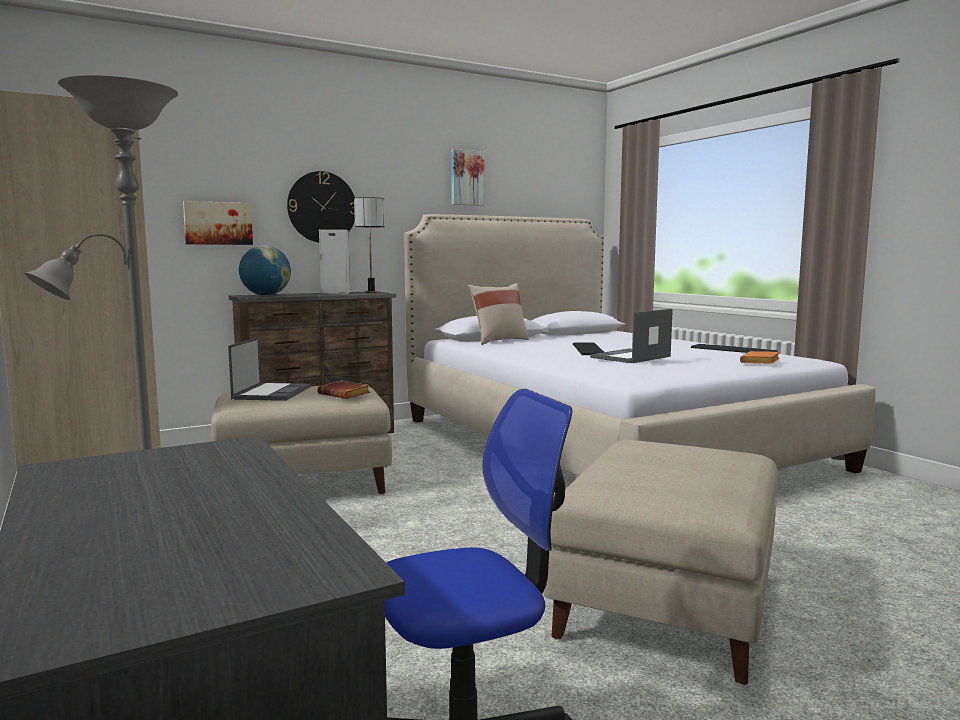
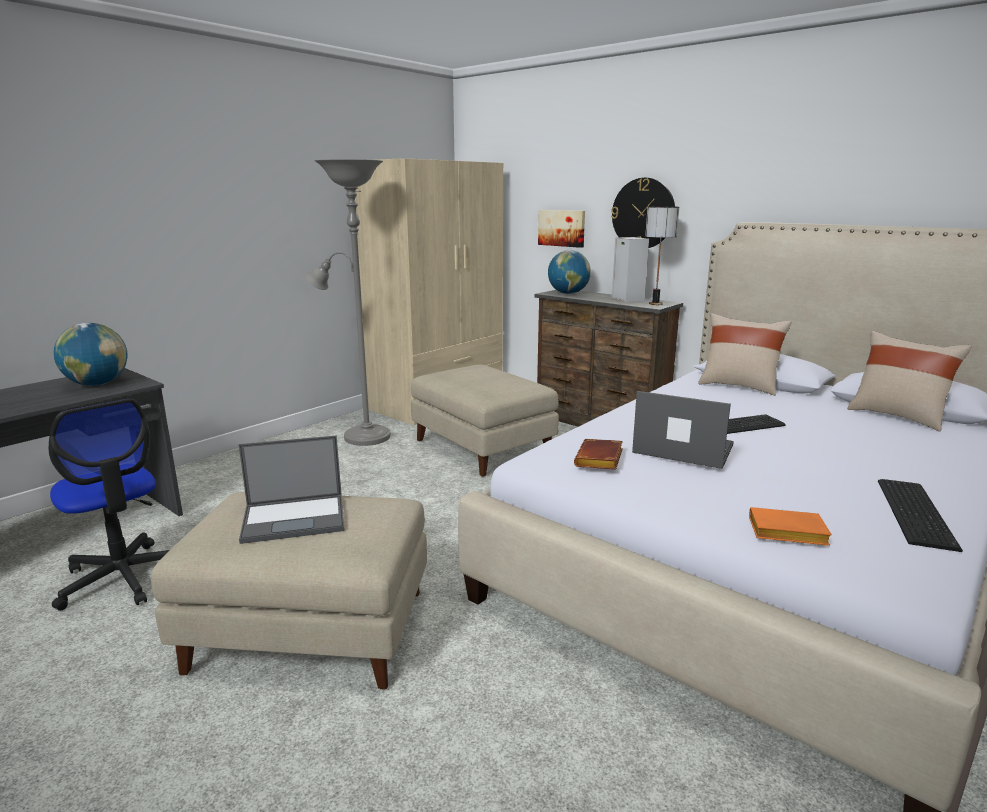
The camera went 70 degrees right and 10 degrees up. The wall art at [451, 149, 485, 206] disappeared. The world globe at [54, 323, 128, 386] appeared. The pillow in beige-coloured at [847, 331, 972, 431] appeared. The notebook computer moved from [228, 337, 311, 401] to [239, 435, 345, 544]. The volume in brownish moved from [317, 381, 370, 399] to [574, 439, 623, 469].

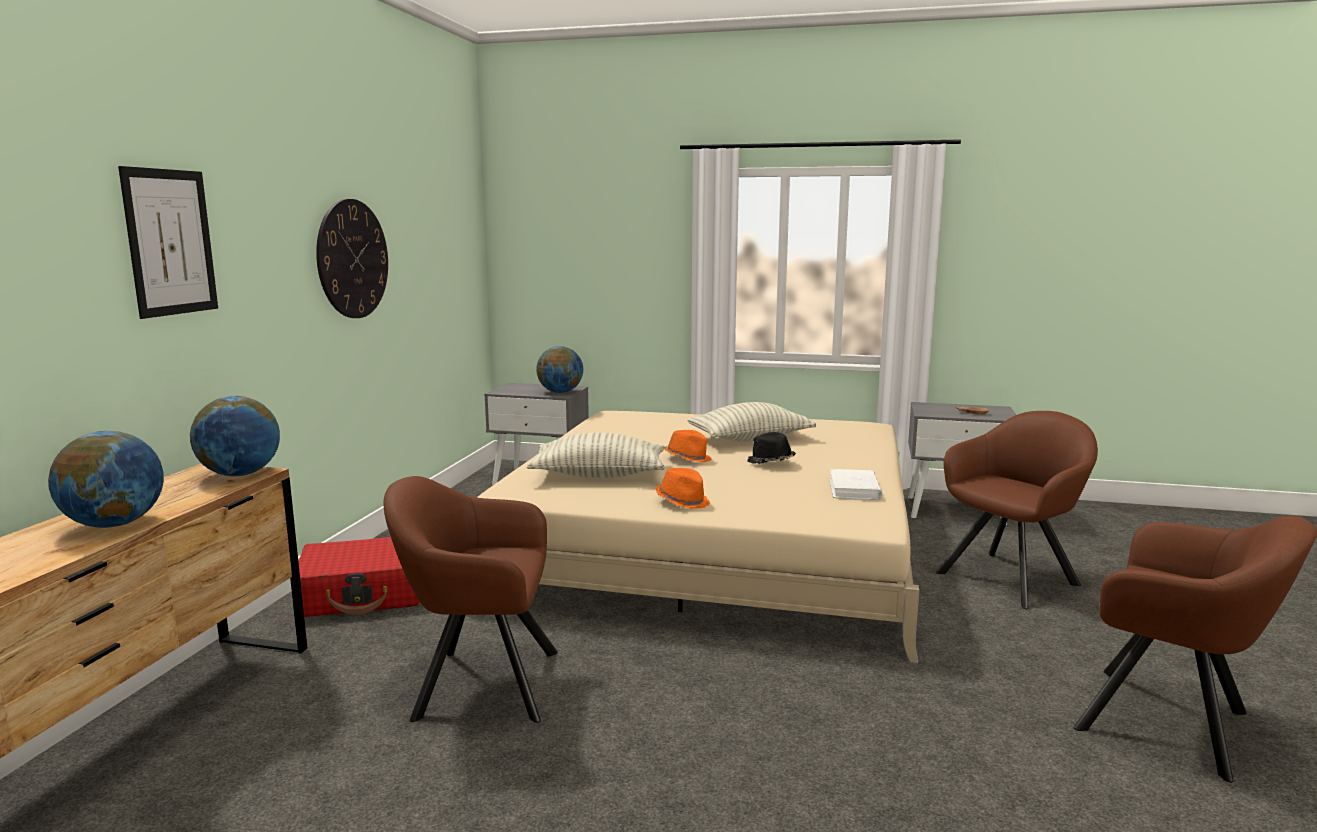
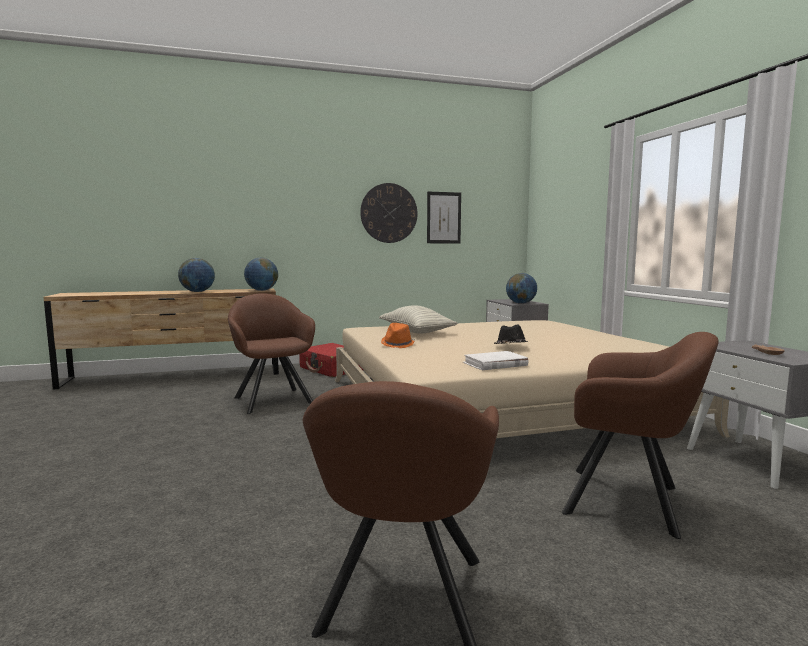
The camera went 60 degrees right and 5 degrees down. The wearable hat in orange-coloured at [664, 430, 712, 462] disappeared. The pillow at [687, 402, 816, 442] disappeared. The wall art moved from [118, 166, 218, 319] to [427, 192, 461, 243].

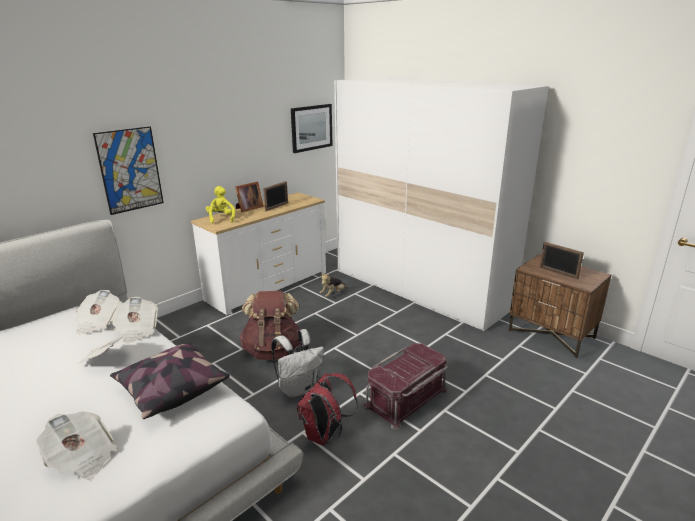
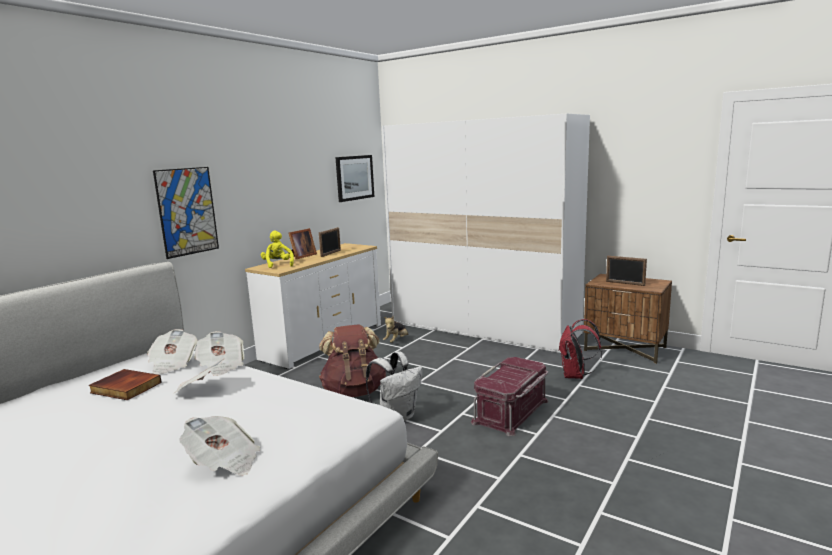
The camera went 10 degrees left and 10 degrees down. The pillow at [110, 342, 230, 419] disappeared. The volume at [89, 369, 162, 400] appeared. The knapsack in reddish moved from [297, 373, 358, 445] to [558, 319, 602, 379].

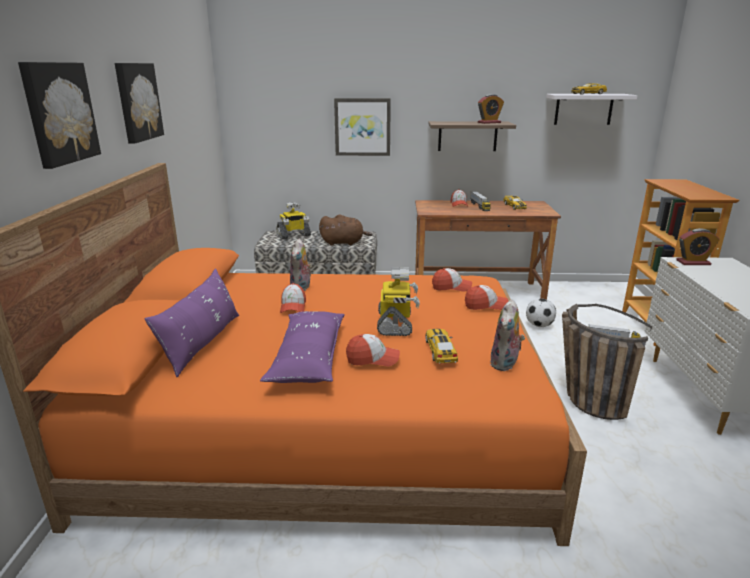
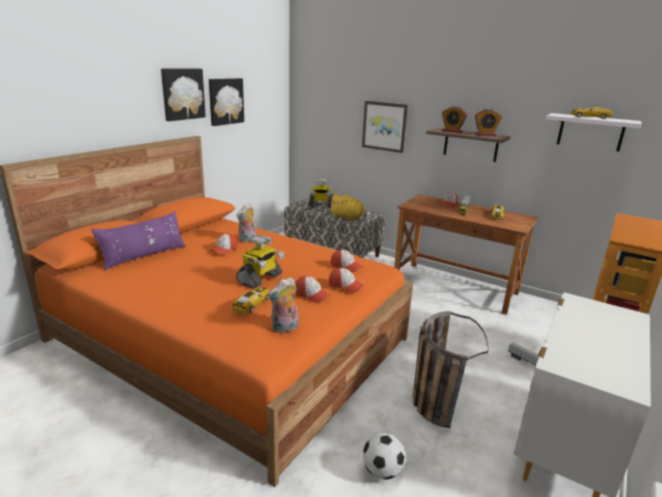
The camera went 30 degrees right and 0 degrees up. The pillow in purple at [260, 311, 345, 383] disappeared. The wall art moved from [18, 62, 101, 169] to [209, 78, 244, 126]. The cap moved from [346, 334, 400, 366] to [295, 276, 330, 303]. The football moved from [526, 298, 556, 327] to [363, 433, 406, 480]. The bedside clock moved from [676, 228, 720, 265] to [442, 106, 468, 133]. The soft toy in brownish at [319, 214, 372, 246] became the soft toy in yellow at [329, 194, 366, 221].

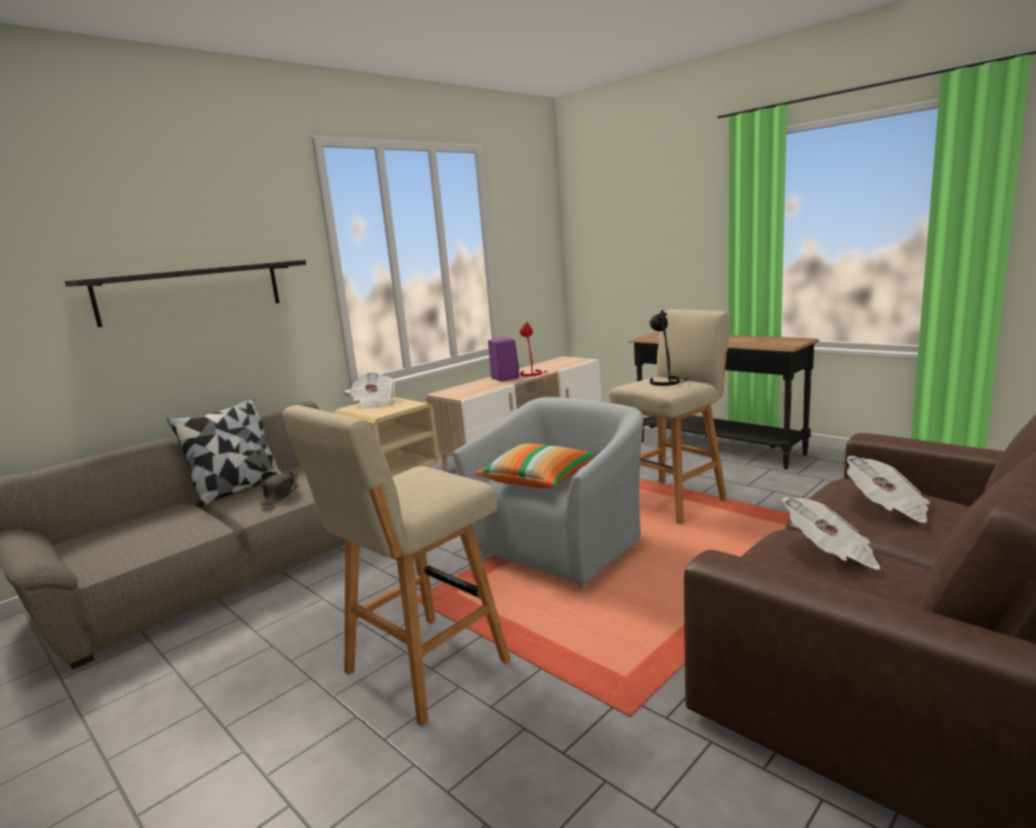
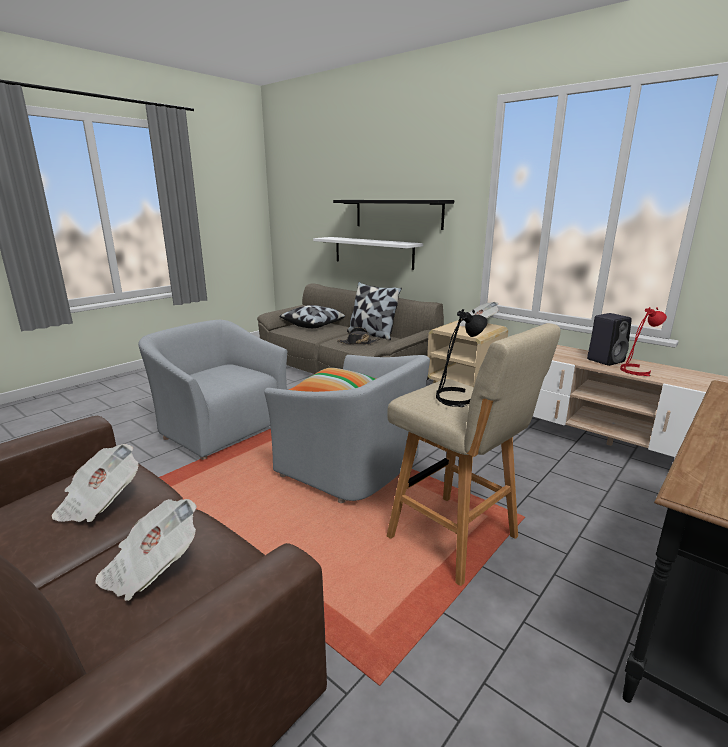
The camera went 85 degrees right and 5 degrees up. The pillow at [279, 305, 345, 328] appeared. The wall shelf in white-coloured at [313, 237, 423, 270] appeared. The sitting stool in beige-coloured at [282, 405, 511, 726] was replaced by the armchair in gray at [138, 319, 287, 460]. The loudspeaker in purple at [488, 337, 519, 381] became the loudspeaker in blackish at [587, 313, 632, 366].

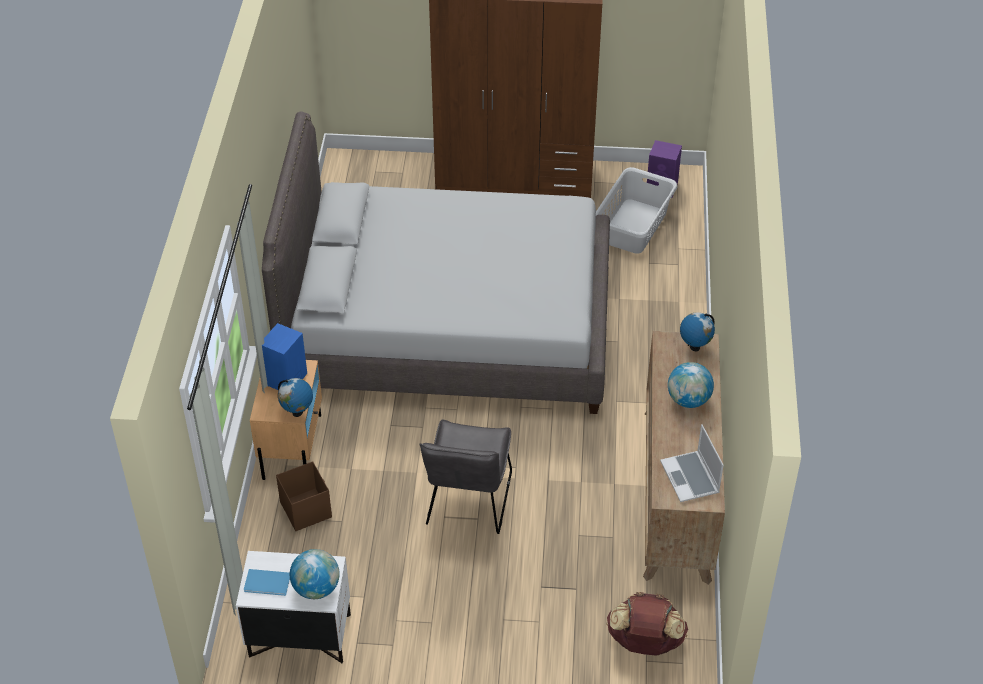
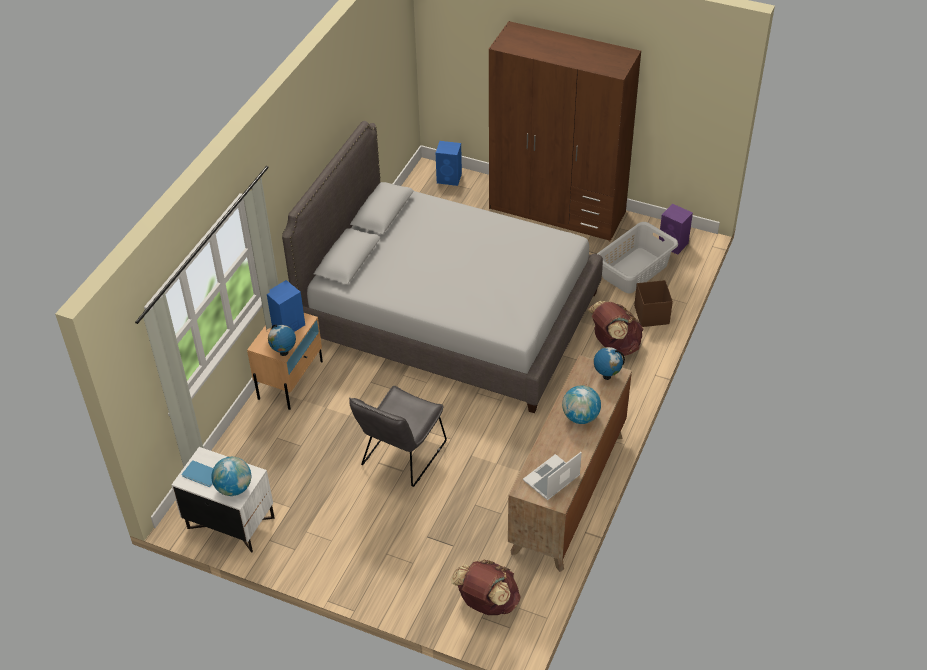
The camera went 20 degrees right and 0 degrees up. The loudspeaker in blue-coloured at [436, 141, 462, 186] appeared. The knapsack in brownish at [587, 301, 644, 356] appeared. The storage box in brownish moved from [276, 461, 332, 531] to [634, 280, 673, 327]. The notebook computer at [660, 424, 724, 502] turned 45 degrees clockwise.

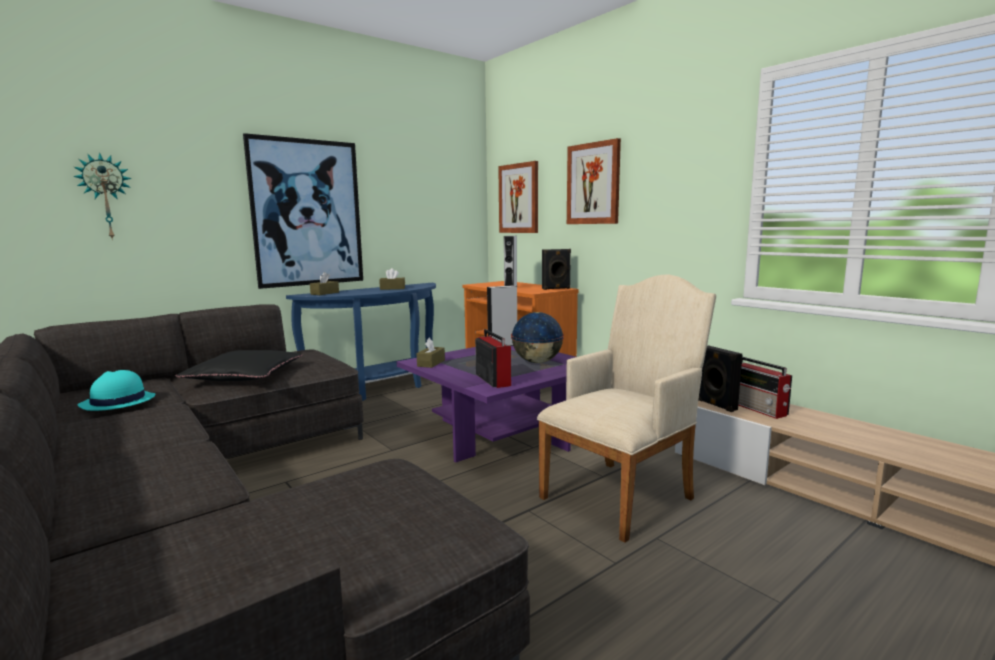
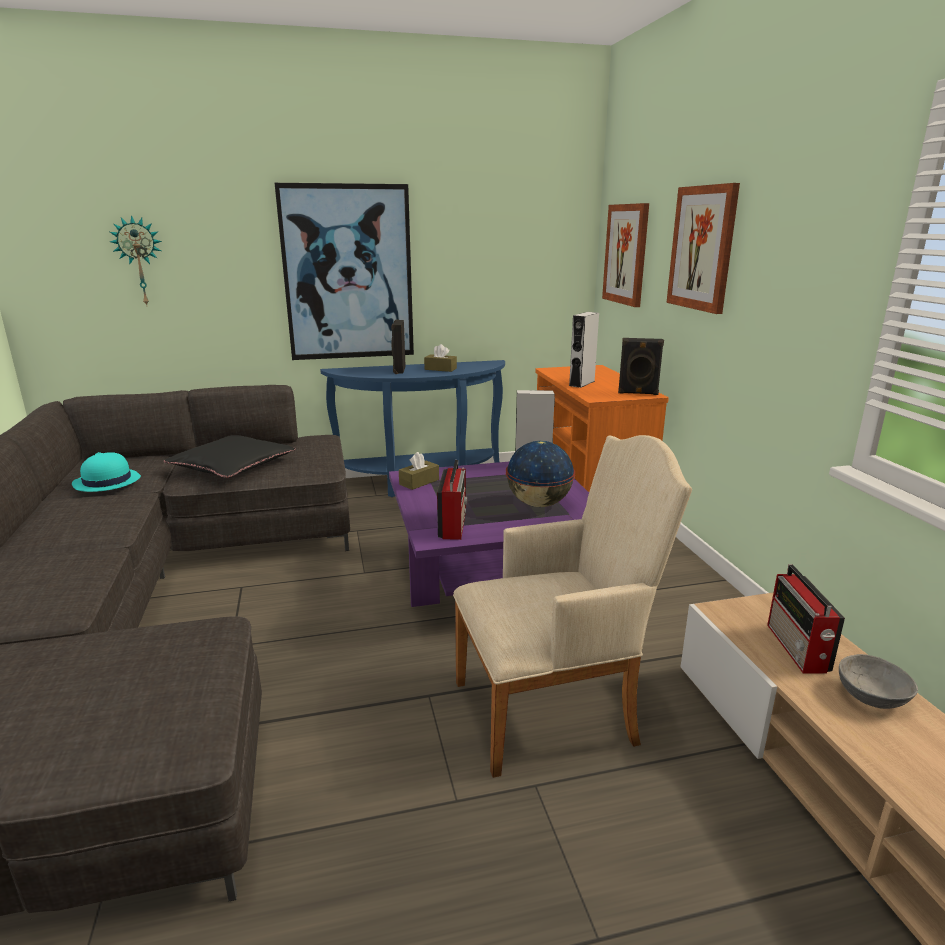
The camera went 25 degrees right and 10 degrees up. The tissue box in brownish at [310, 272, 339, 295] disappeared. The bowl in gray at [839, 654, 918, 709] appeared. The loudspeaker in blackish moved from [698, 346, 742, 412] to [391, 320, 406, 374].

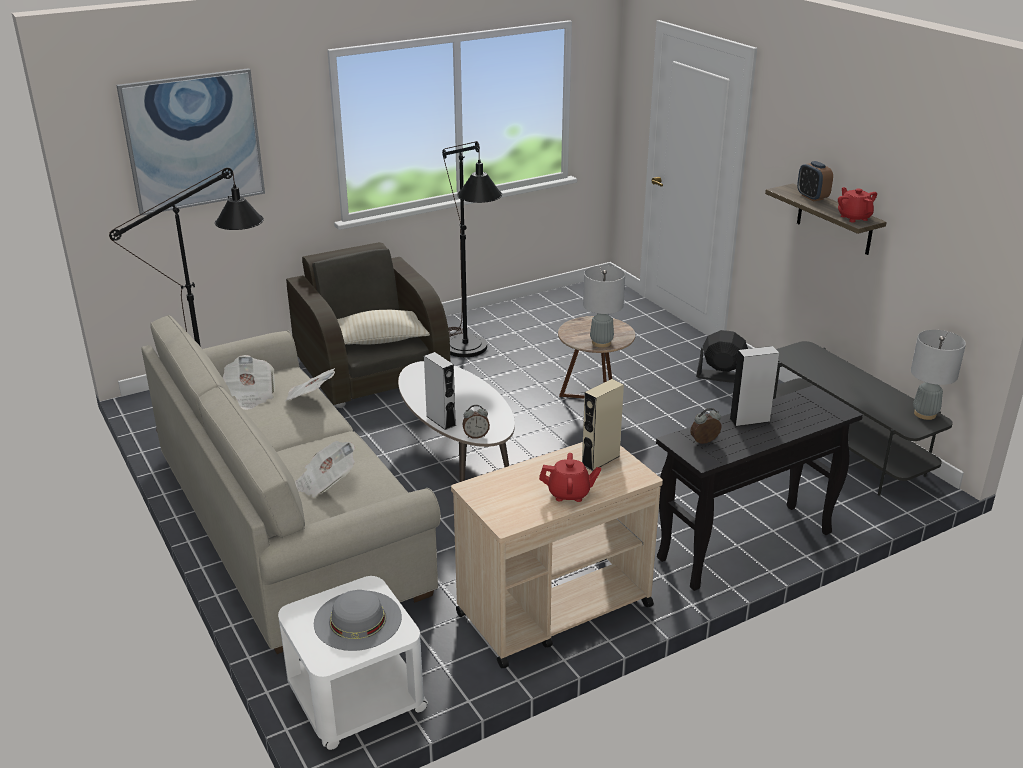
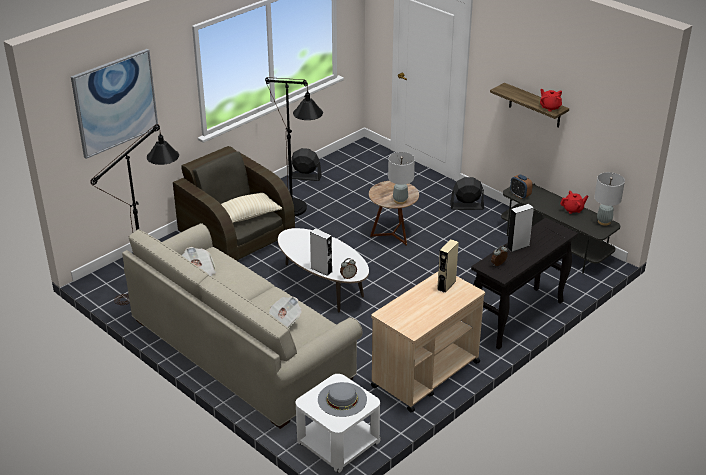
The camera went 15 degrees left and 5 degrees up. The daily paper at [284, 368, 335, 402] disappeared. The fan in blackish at [291, 148, 322, 181] appeared. The pot for tea in reddish moved from [539, 453, 601, 502] to [560, 191, 589, 214]. The bedside clock moved from [797, 161, 833, 201] to [510, 174, 533, 199].

